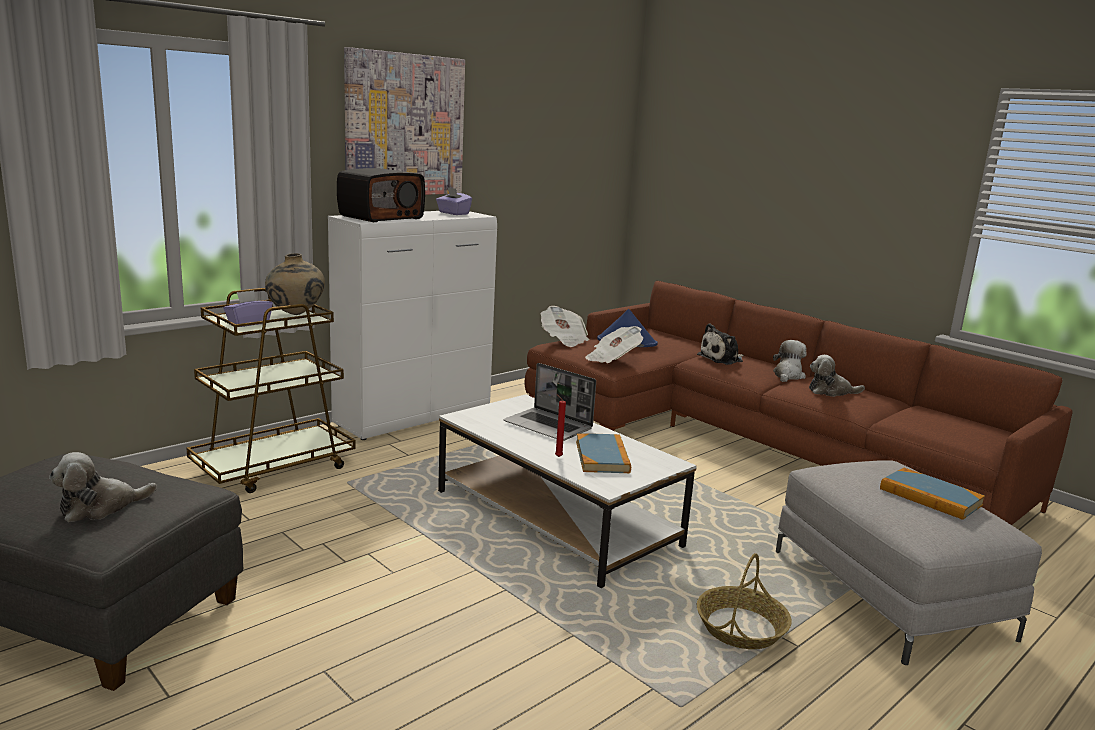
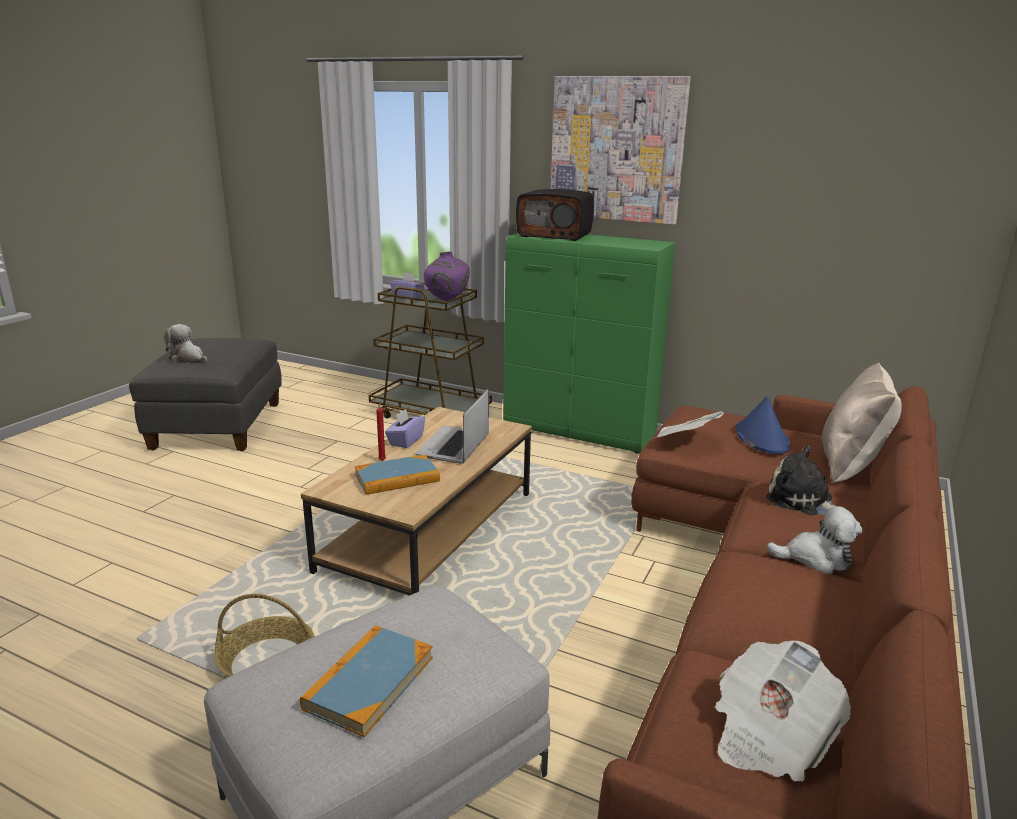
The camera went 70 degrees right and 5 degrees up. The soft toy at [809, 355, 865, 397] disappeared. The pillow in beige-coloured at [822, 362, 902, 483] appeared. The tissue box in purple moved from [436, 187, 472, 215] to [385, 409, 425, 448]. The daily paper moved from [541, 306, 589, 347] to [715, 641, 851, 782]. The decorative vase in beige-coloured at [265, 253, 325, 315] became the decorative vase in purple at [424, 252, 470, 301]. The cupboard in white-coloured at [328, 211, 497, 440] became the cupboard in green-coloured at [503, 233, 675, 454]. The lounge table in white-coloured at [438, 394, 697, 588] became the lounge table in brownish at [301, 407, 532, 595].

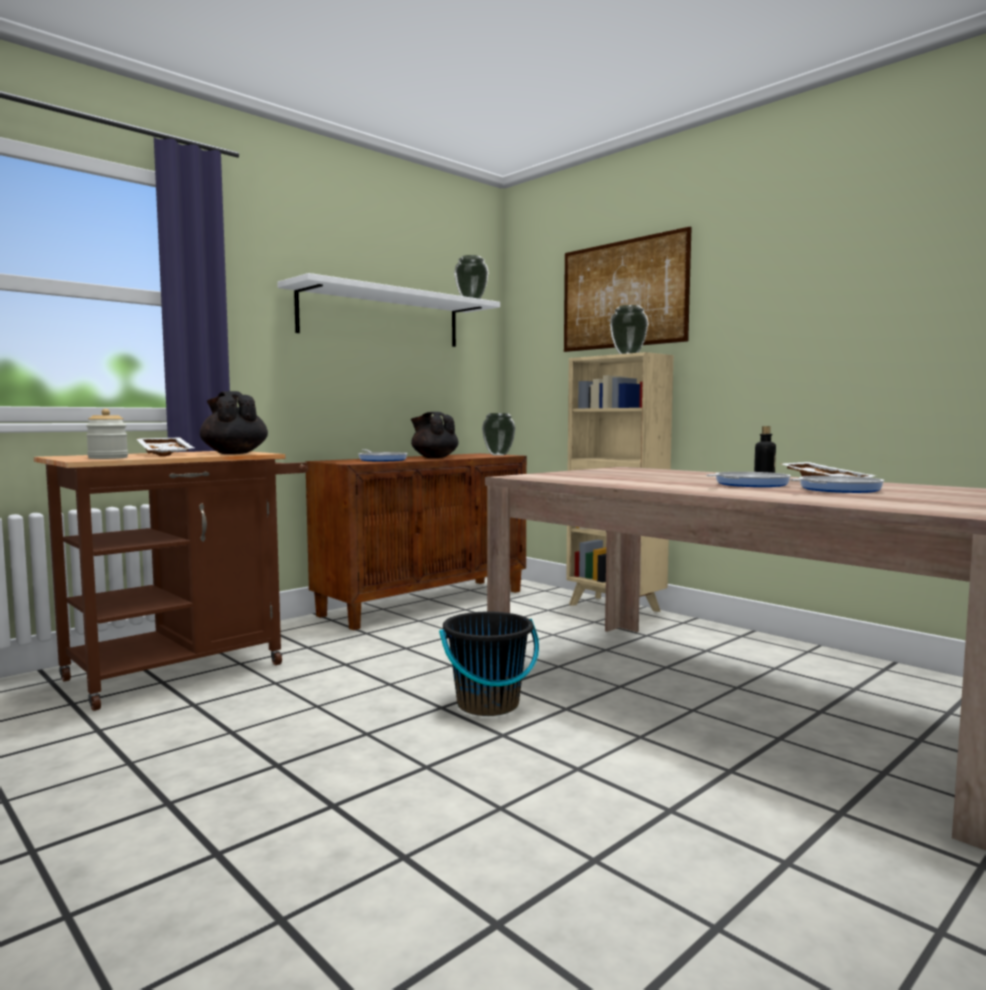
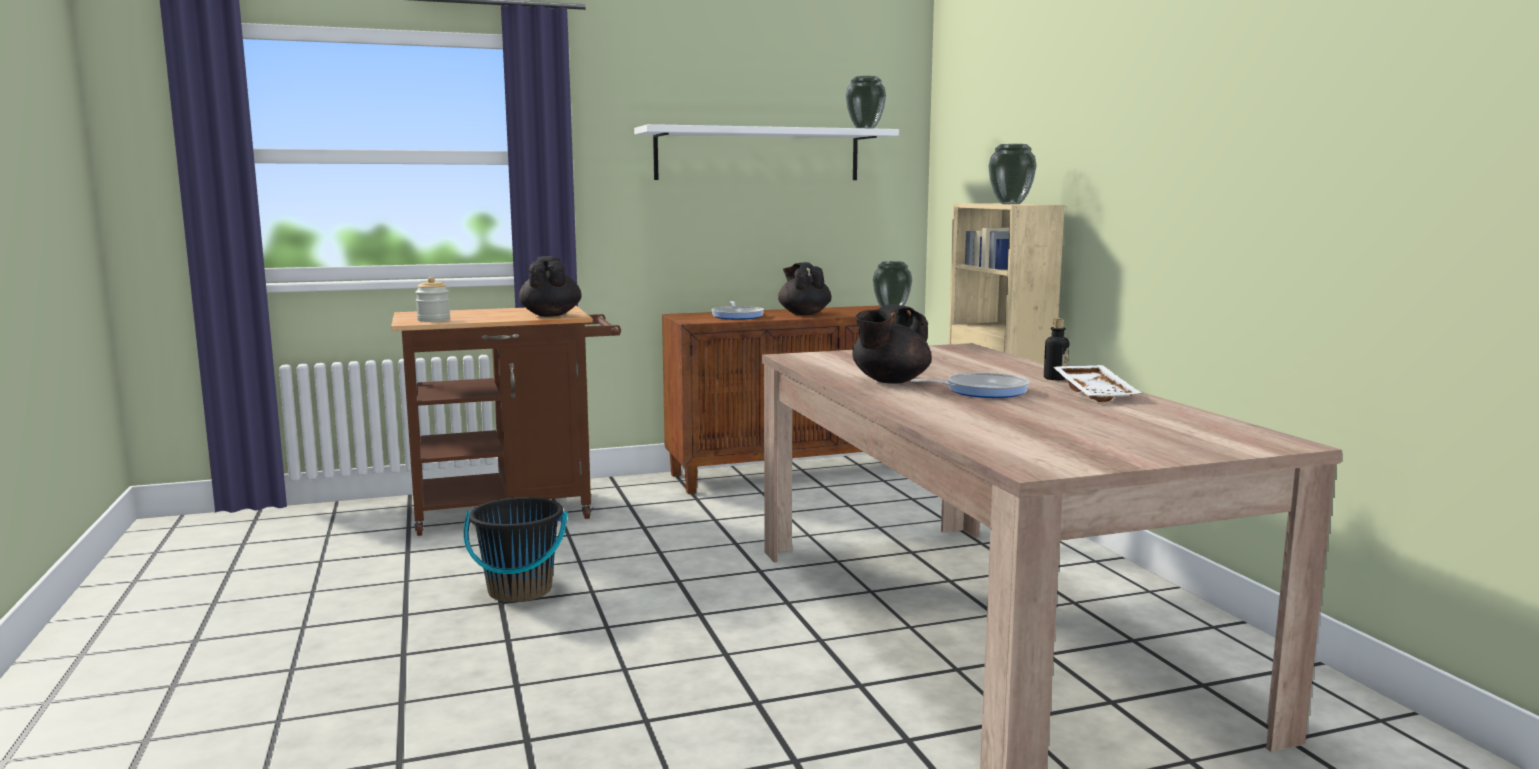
The camera went 25 degrees right and 5 degrees up. The carrying tray in white-coloured at [137, 437, 194, 456] disappeared. The wall art at [564, 226, 692, 352] disappeared. The frying pan at [790, 476, 884, 493] disappeared. The pot for tea in blackish at [852, 304, 932, 384] appeared. The bucket in blackish moved from [439, 612, 539, 716] to [463, 497, 568, 602].

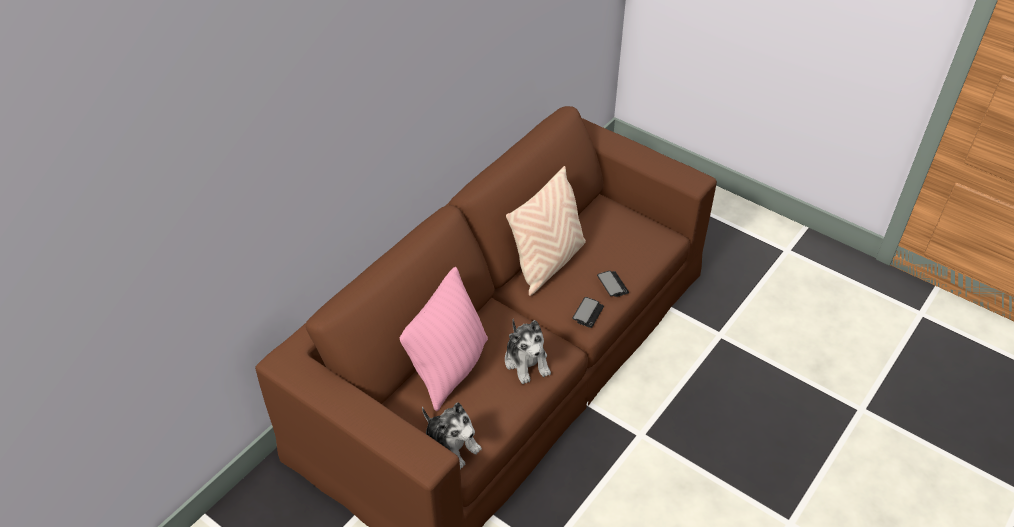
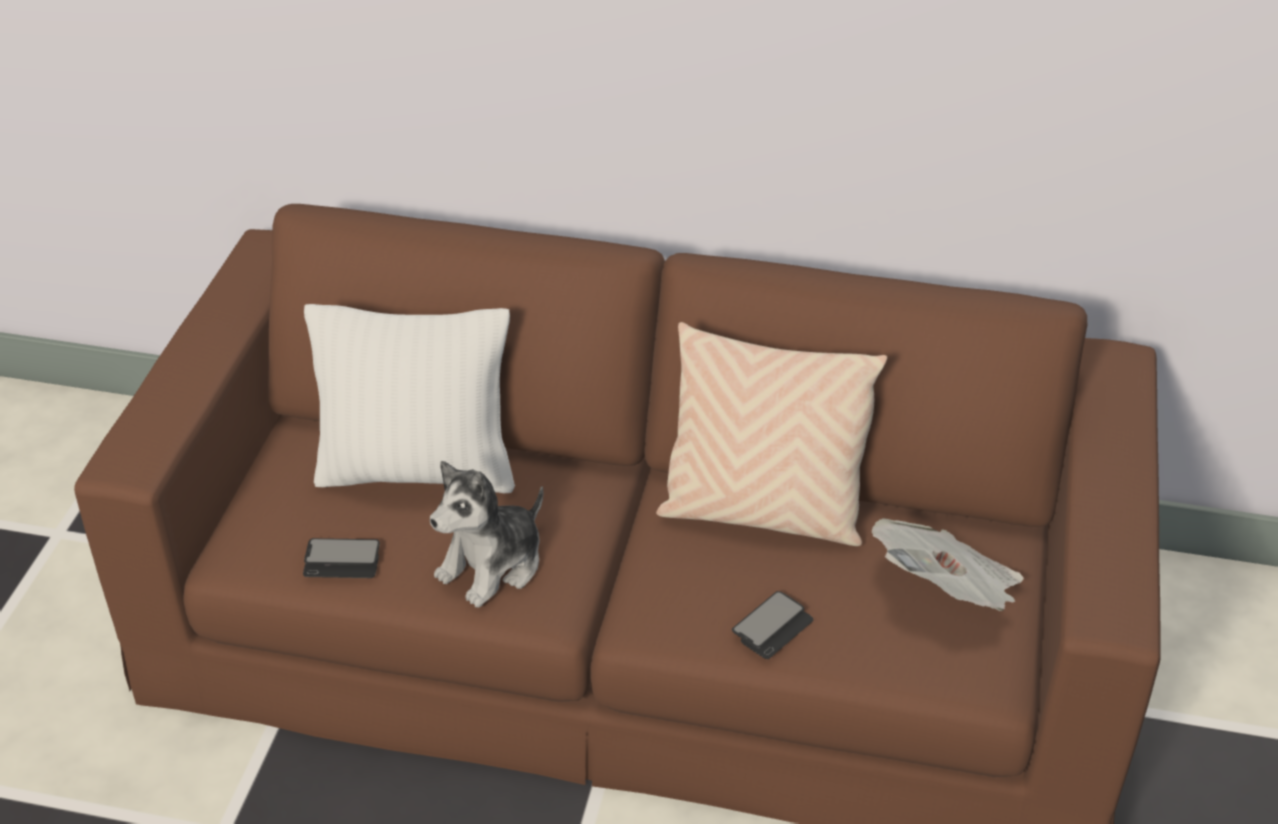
The camera went 65 degrees right and 5 degrees down. The soft toy at [422, 402, 482, 470] disappeared. The daily paper at [872, 518, 1024, 611] appeared. The phone moved from [572, 297, 604, 328] to [303, 538, 380, 578]. The pillow in pinkish at [400, 267, 488, 411] became the pillow in white-coloured at [304, 304, 515, 493].

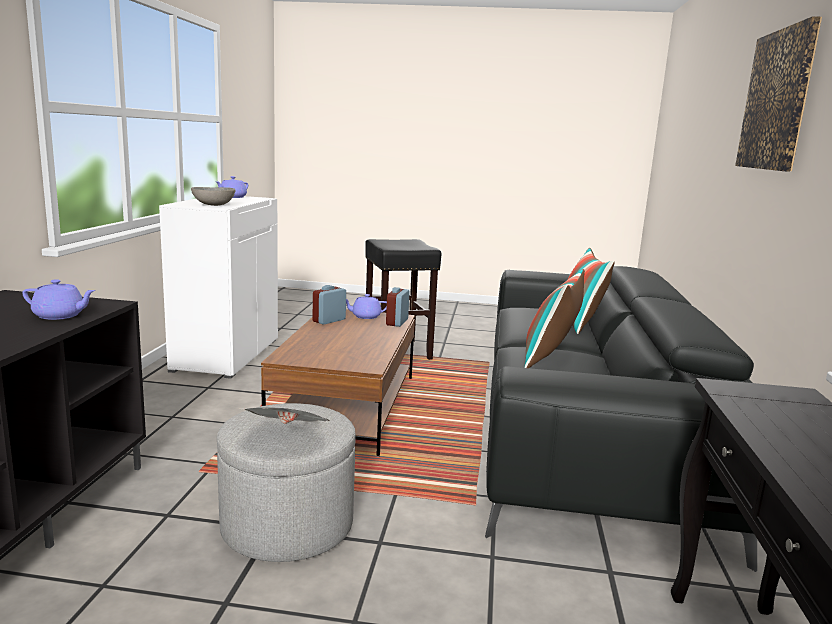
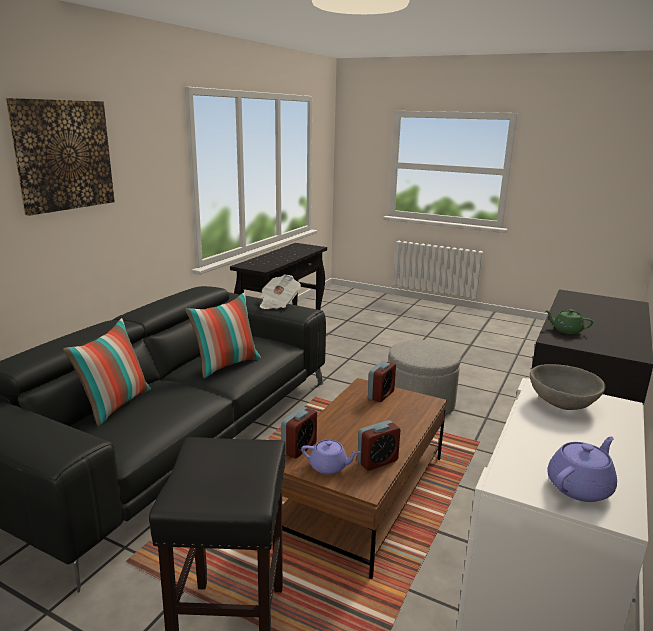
The camera went 160 degrees left and 5 degrees up. The bedside clock at [368, 361, 396, 402] appeared. The daily paper moved from [239, 407, 329, 424] to [260, 275, 301, 309]. The pot for tea in purple at [22, 279, 95, 320] became the pot for tea in green-coloured at [545, 309, 594, 334].

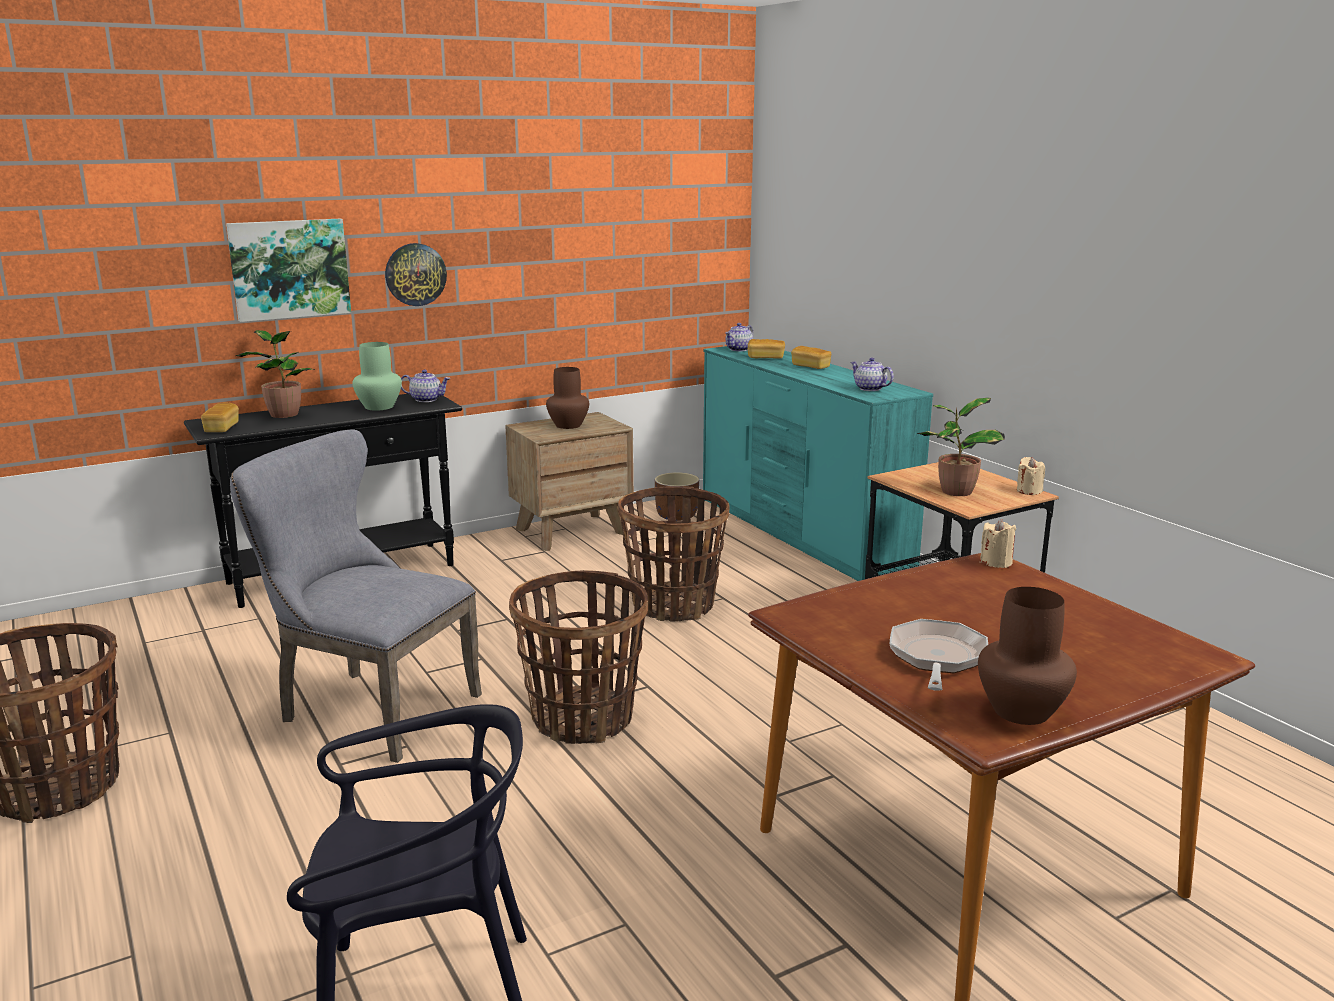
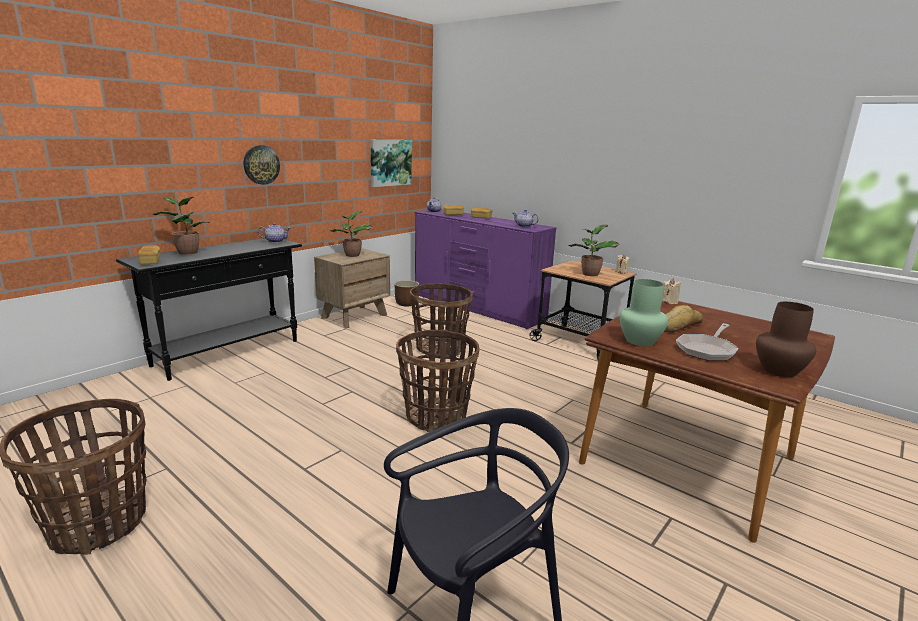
The camera went 20 degrees left and 0 degrees up. The plain chair in gray at [230, 430, 482, 763] disappeared. The bakery bread at [665, 305, 703, 333] appeared. The wall art moved from [226, 219, 351, 322] to [370, 140, 412, 187]. The decorative vase in green-coloured moved from [352, 342, 402, 411] to [619, 279, 668, 346]. The decorative vase in brownish at [546, 367, 589, 429] was replaced by the potted plant at [330, 211, 372, 257]. The drawer chest in turquoise-coloured at [703, 346, 933, 581] became the drawer chest in purple at [415, 209, 557, 329]. The frying pan at [890, 619, 988, 691] turned 135 degrees counterclockwise.

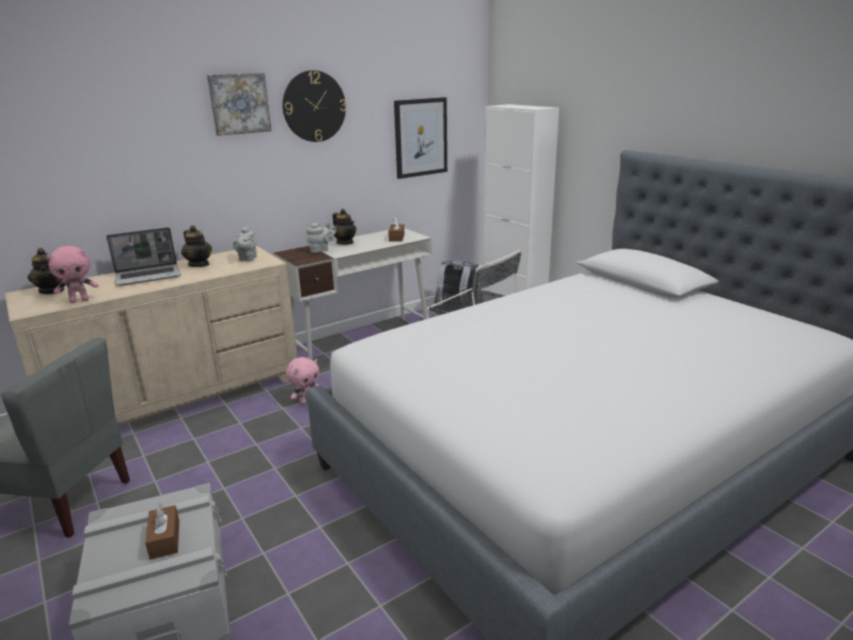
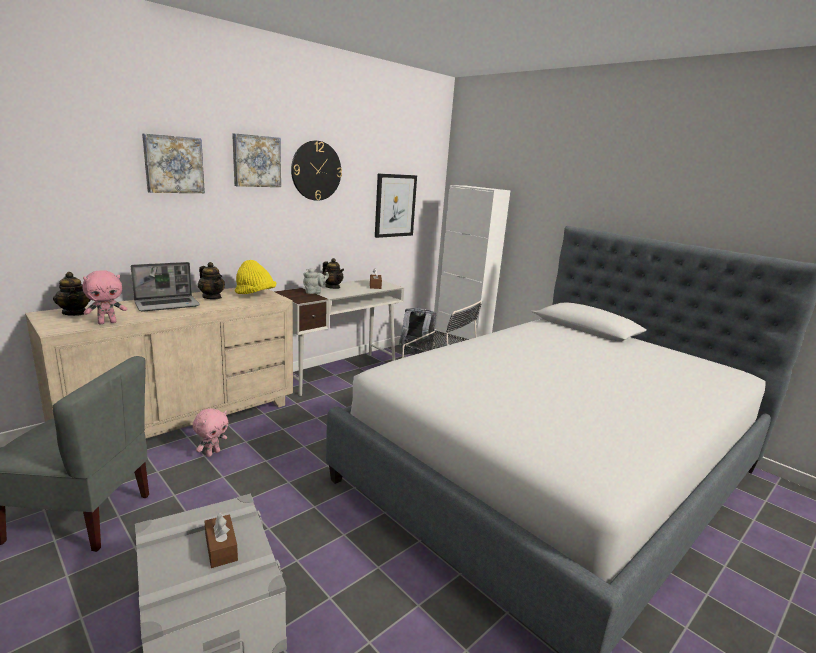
The camera went 10 degrees left and 5 degrees down. The wall art at [142, 134, 205, 193] appeared. The soft toy in pinkish moved from [286, 357, 319, 405] to [193, 408, 228, 457]. The pot for tea in gray at [233, 227, 257, 261] was replaced by the wearable hat in yellow at [235, 260, 276, 294].

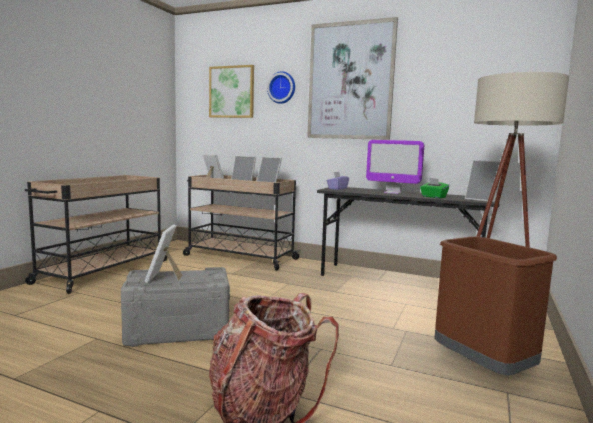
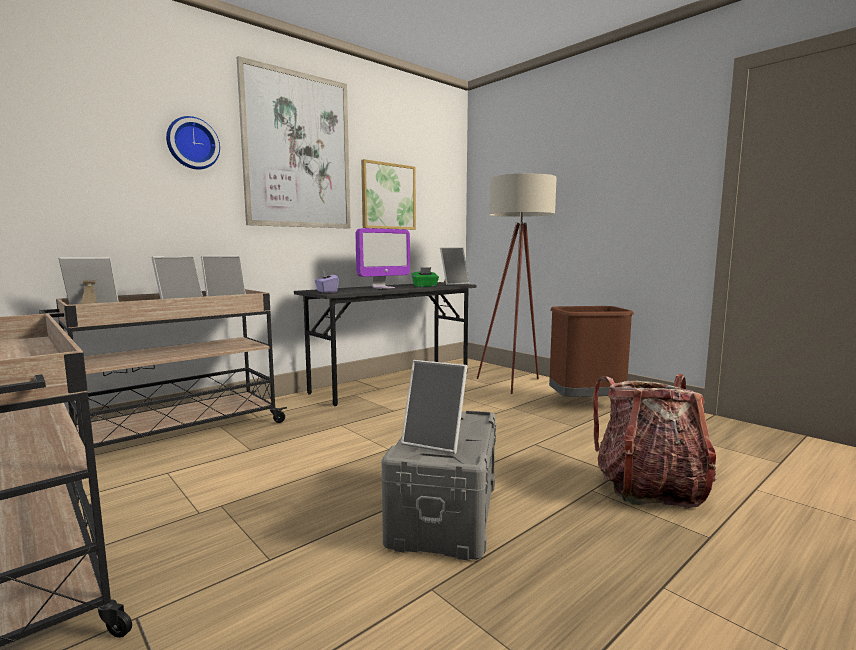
The camera went 65 degrees left and 0 degrees up. The wall art moved from [209, 65, 254, 118] to [361, 159, 416, 230].

